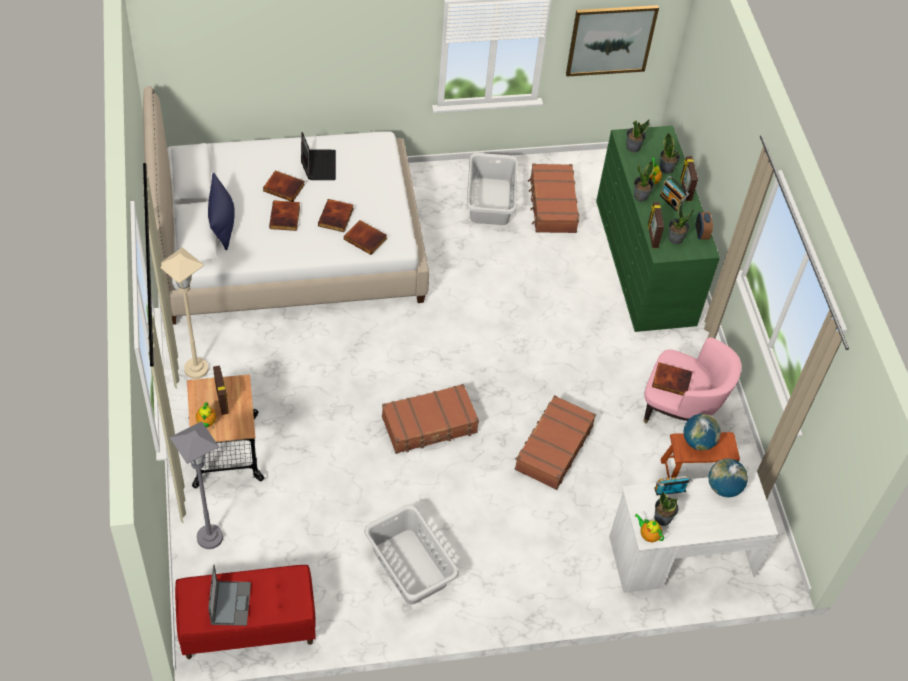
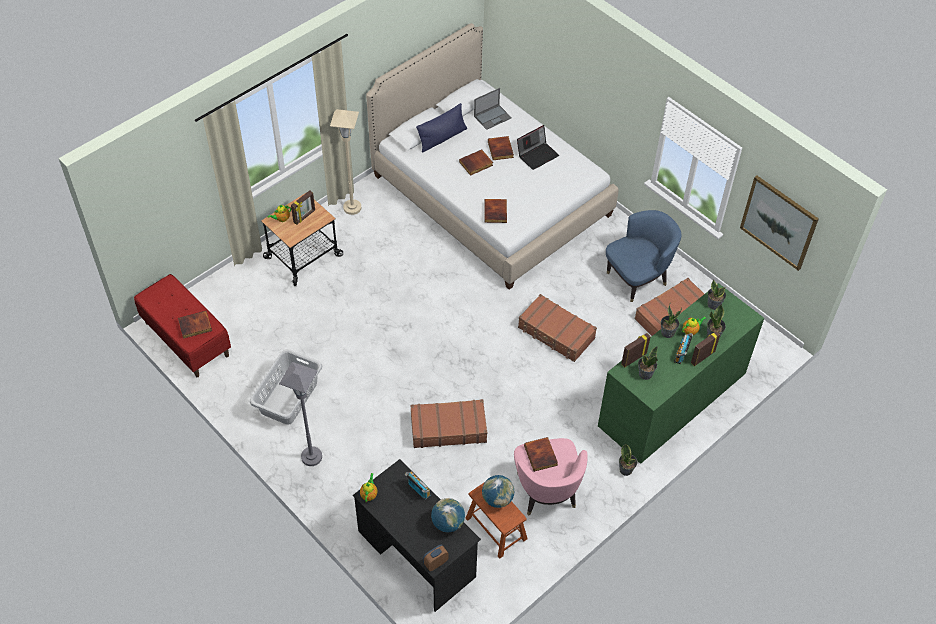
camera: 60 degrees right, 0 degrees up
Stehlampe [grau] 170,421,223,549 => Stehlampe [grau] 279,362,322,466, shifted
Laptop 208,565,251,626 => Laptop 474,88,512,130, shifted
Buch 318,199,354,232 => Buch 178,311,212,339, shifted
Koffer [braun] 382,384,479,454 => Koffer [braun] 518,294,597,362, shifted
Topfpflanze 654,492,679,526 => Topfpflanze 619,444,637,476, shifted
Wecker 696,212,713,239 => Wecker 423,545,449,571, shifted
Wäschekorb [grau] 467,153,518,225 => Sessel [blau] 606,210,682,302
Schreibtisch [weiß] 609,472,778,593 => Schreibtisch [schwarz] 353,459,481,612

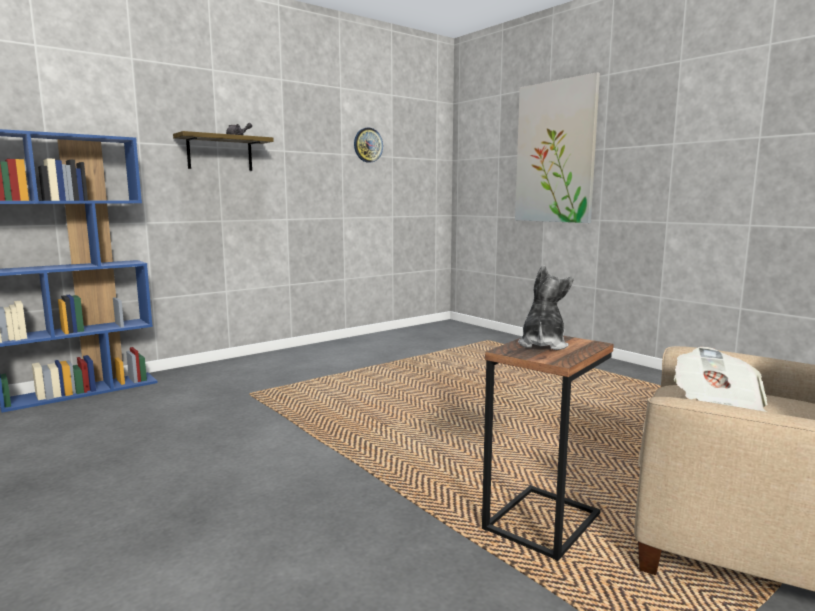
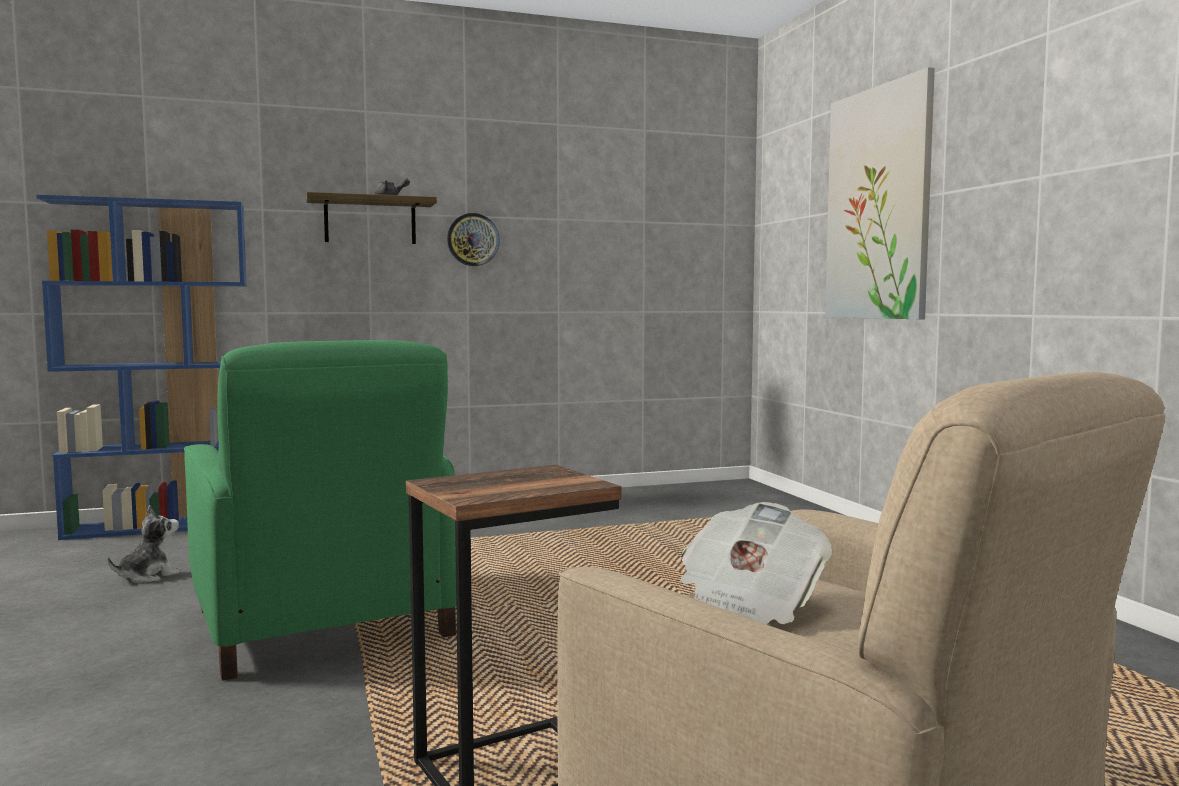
camera: 20 degrees right, 5 degrees down
nothing => Sessel [grün] 184,340,456,681
Wanduhr 354,128,383,163 => Wanduhr 447,213,500,266, shifted
Plüschtier 518,265,573,350 => Plüschtier 108,505,180,583, shifted

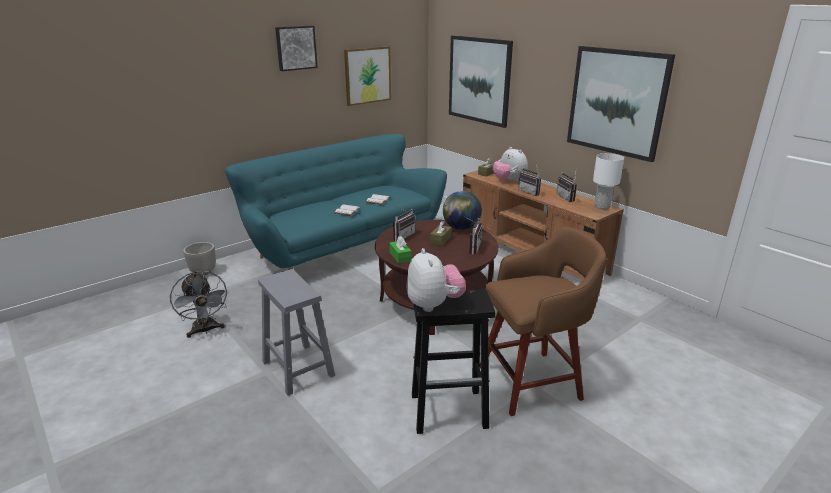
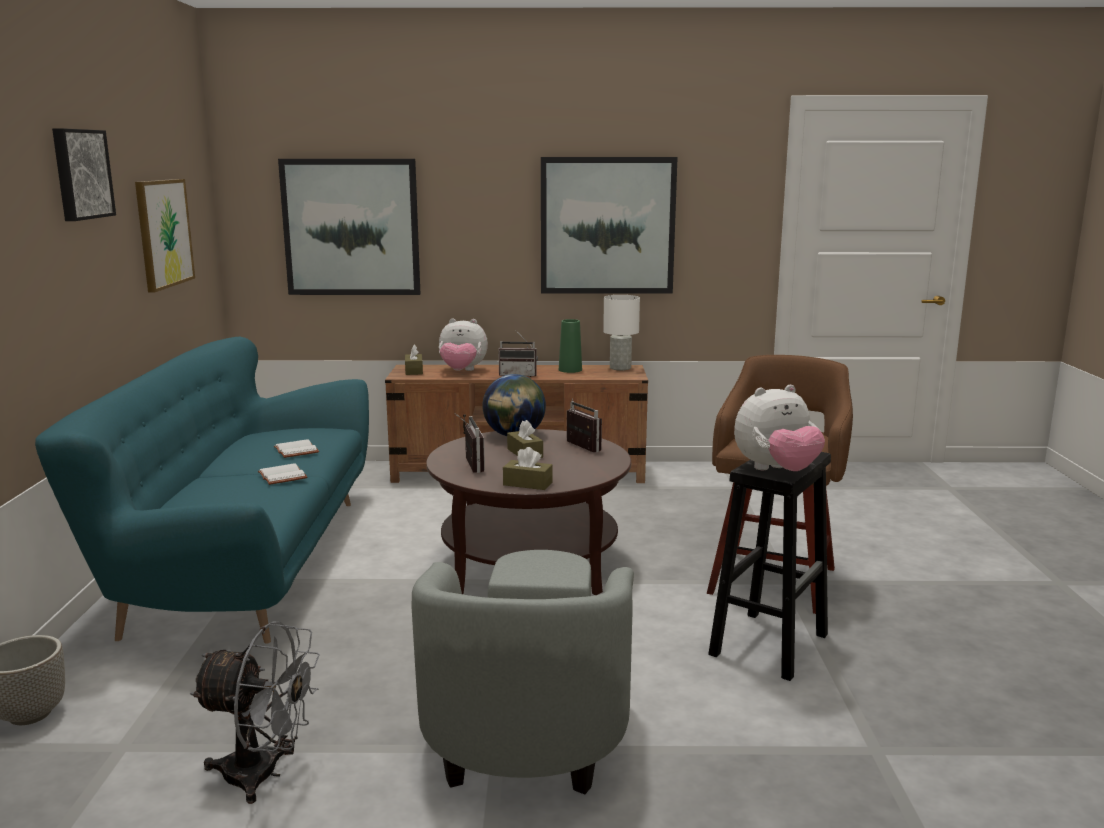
camera: 50 degrees left, 10 degrees down
Hocker [grau] 258,269,335,396 => Sessel [grau] 412,550,634,794
Radio 556,172,577,202 => Vase [grün] 559,319,582,373
Taschentuchbox [grün] 389,236,411,263 => Taschentuchbox [braun] 503,447,553,490
Plüschtier 406,248,466,312 => Plüschtier 734,385,825,471, 135 degrees clockwise

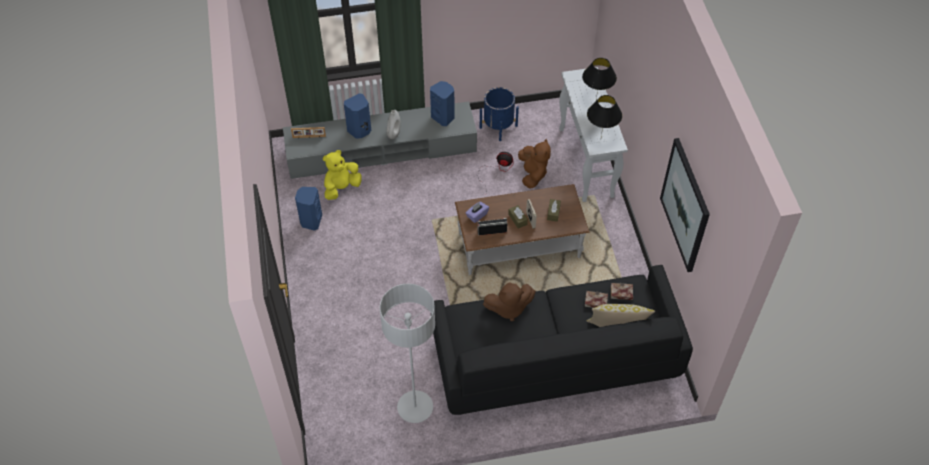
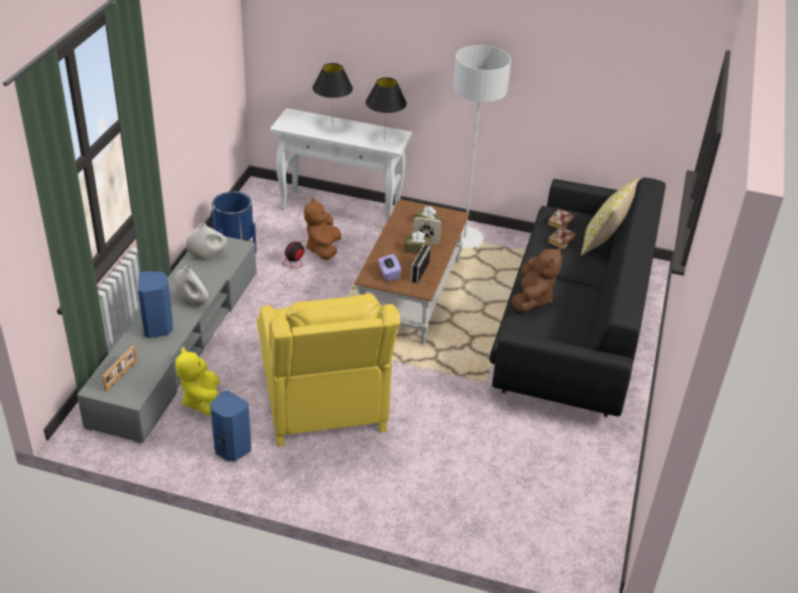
camera: 65 degrees left, 15 degrees down
Bild 660,138,710,272 => nothing
nothing => Sessel [gelb] 256,294,400,446
Stehlampe [grau] 380,284,435,423 => Stehlampe [grau] 453,45,511,248, shifted
Lautsprecher [blau] 430,81,455,126 => Vase [weiß] 186,223,227,261
Plüschtier [braun] 518,139,551,188 => Plüschtier [braun] 304,198,342,260, 105 degrees counterclockwise

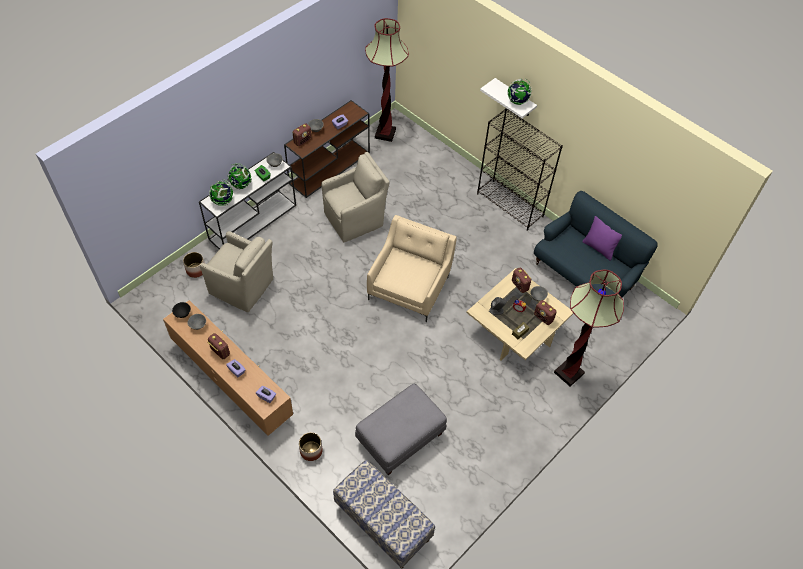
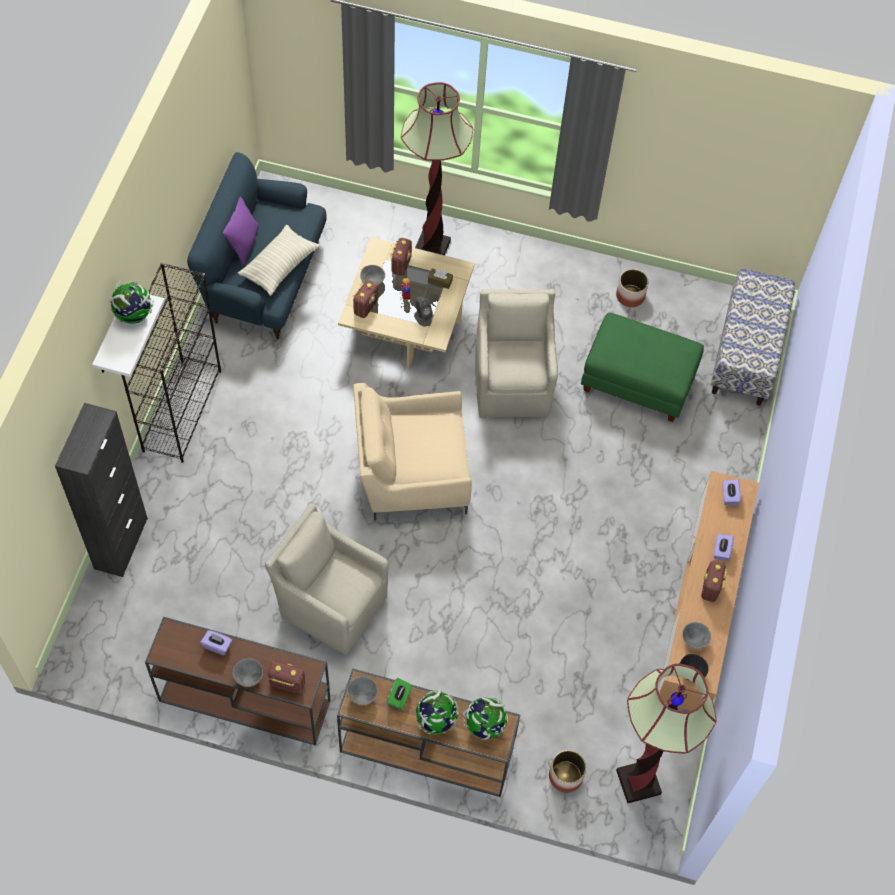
camera: 120 degrees left, 5 degrees up
nothing => Schrank [schwarz] 55,403,148,577
nothing => Kissen 238,225,320,296
Sessel [beige] 200,231,273,312 => Sessel [beige] 475,289,558,417, shifted
Pflanzkübel 299,432,323,461 => Pflanzkübel 616,269,649,307, shifted
Stehlampe 365,18,409,142 => Stehlampe 616,664,717,803, shifted
Konsolentisch [weiß] 199,152,296,249 => Konsolentisch [braun] 337,668,520,797
Polsterhocker [grau] 355,384,447,475 => Polsterhocker [grün] 581,313,704,422

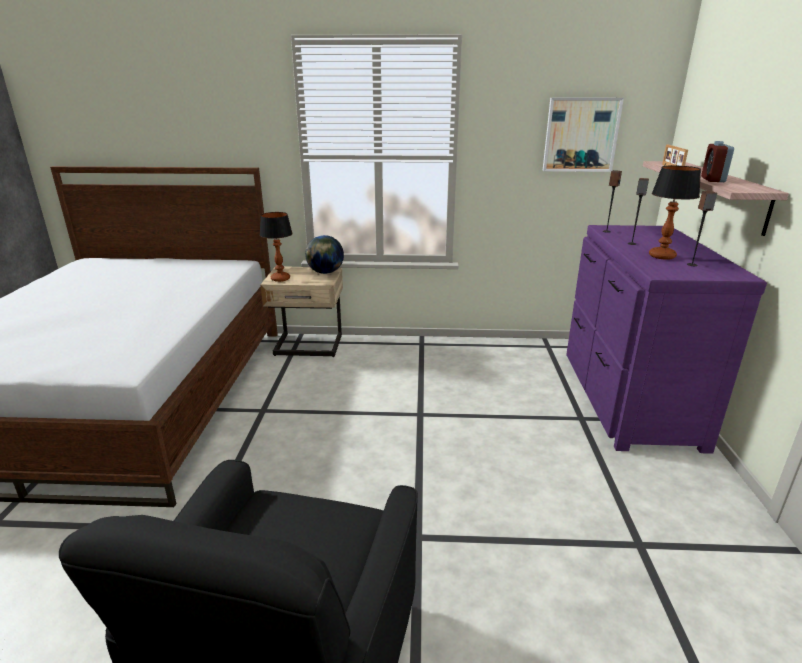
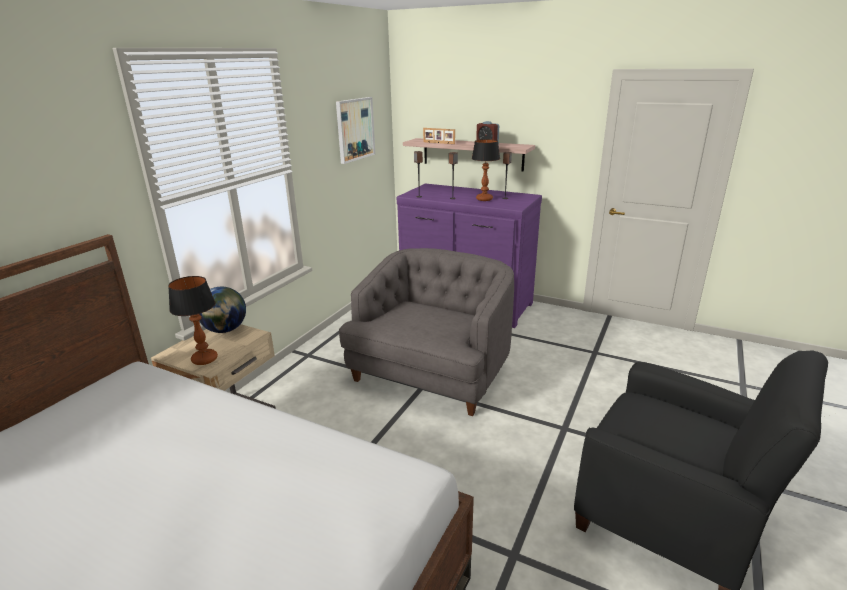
camera: 65 degrees left, 0 degrees up
nothing => Sessel [grau] 339,248,514,416

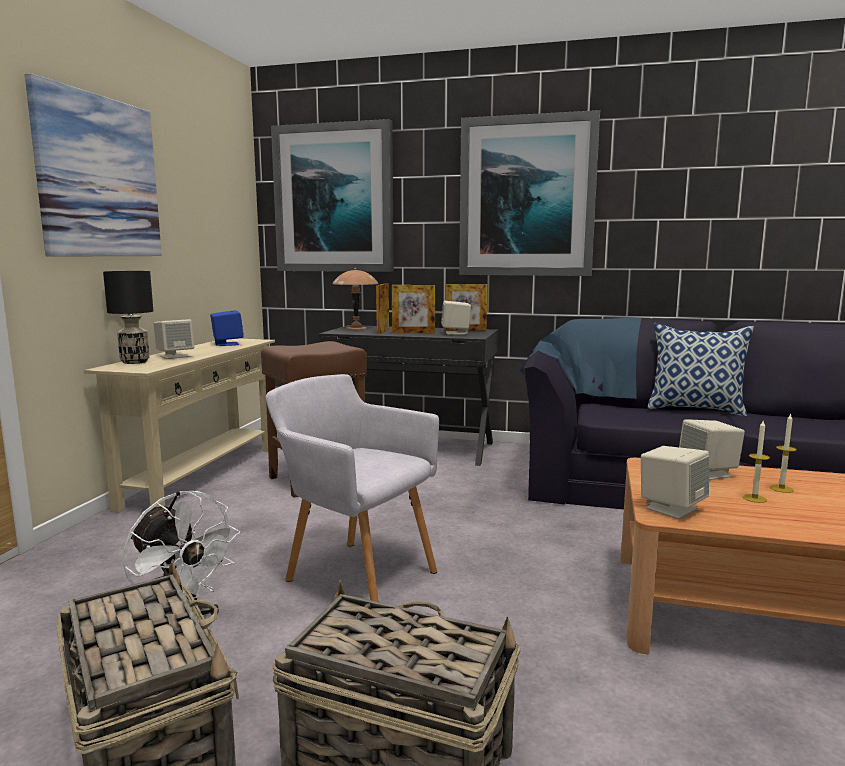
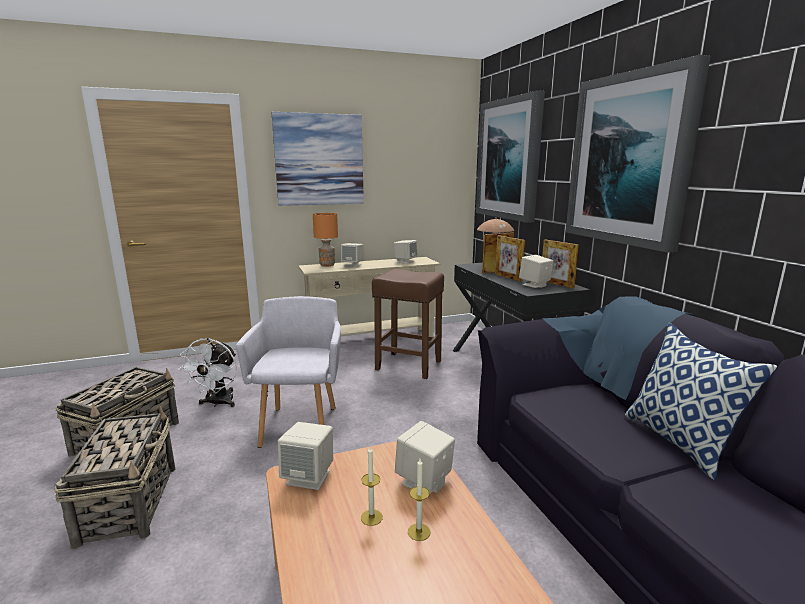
camera: 55 degrees right, 5 degrees up
Tischlampe [schwarz] 103,271,153,364 => Tischlampe [orange] 313,213,338,267
Lautsprecher [blau] 210,310,244,346 => Lautsprecher [beige] 394,240,417,264

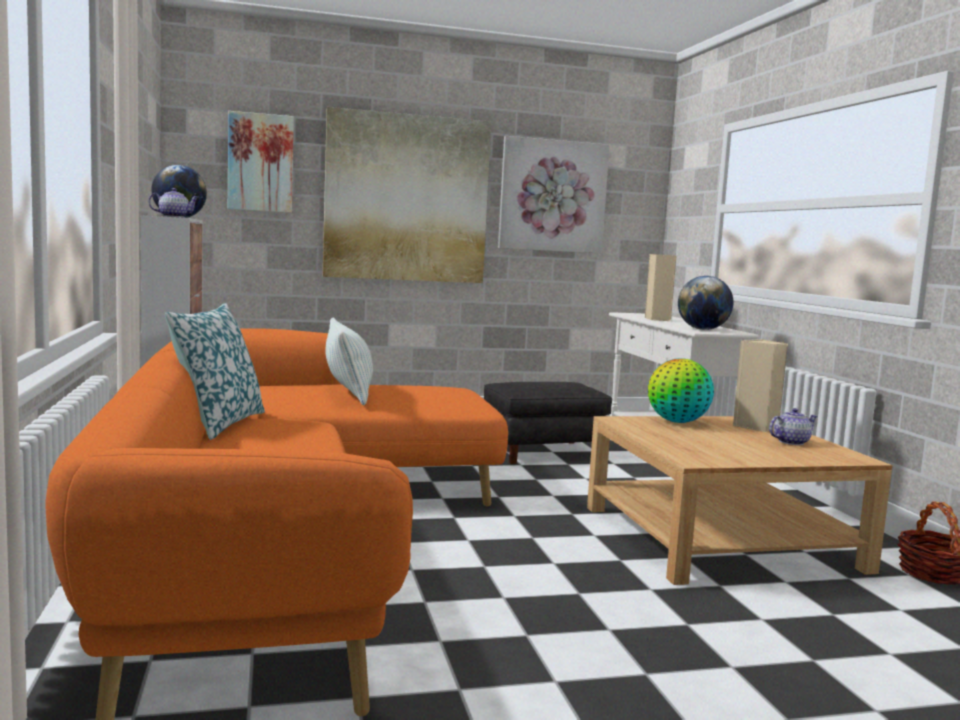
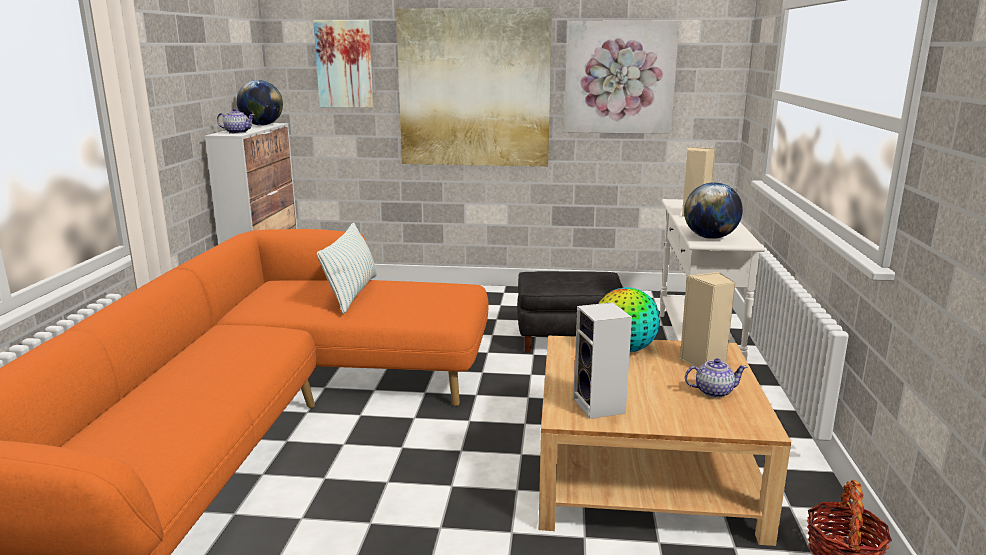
camera: 20 degrees right, 10 degrees up
Kissen 165,303,265,440 => nothing
nothing => Lautsprecher 573,302,632,419

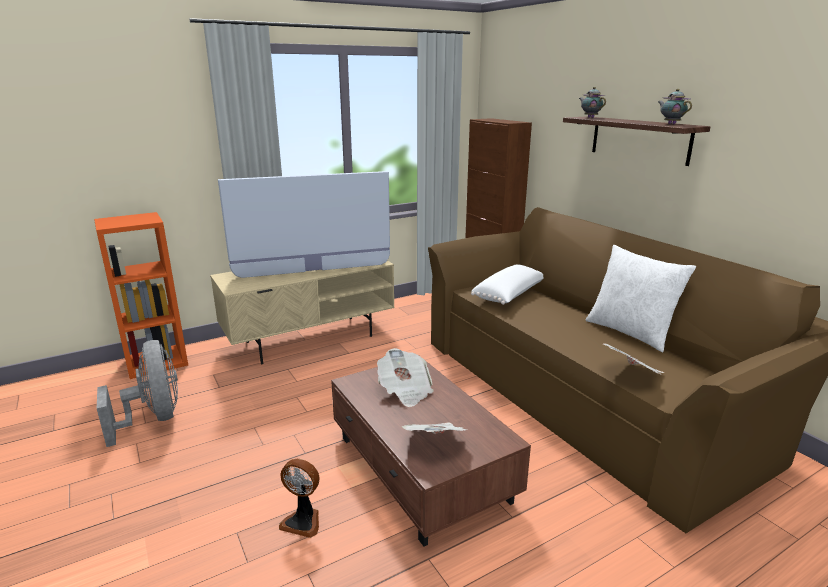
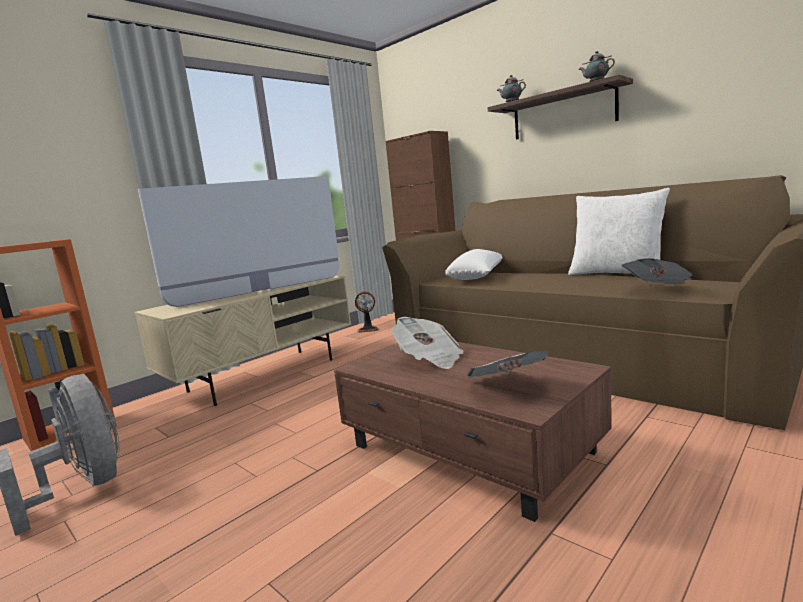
camera: 15 degrees left, 10 degrees down
Ventilator 279,459,320,538 => Ventilator 355,291,379,333, shifted

